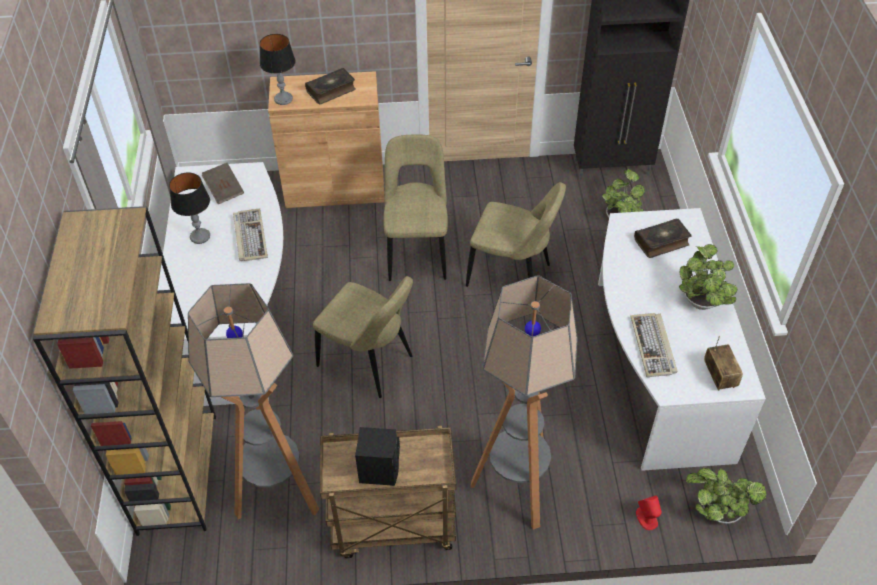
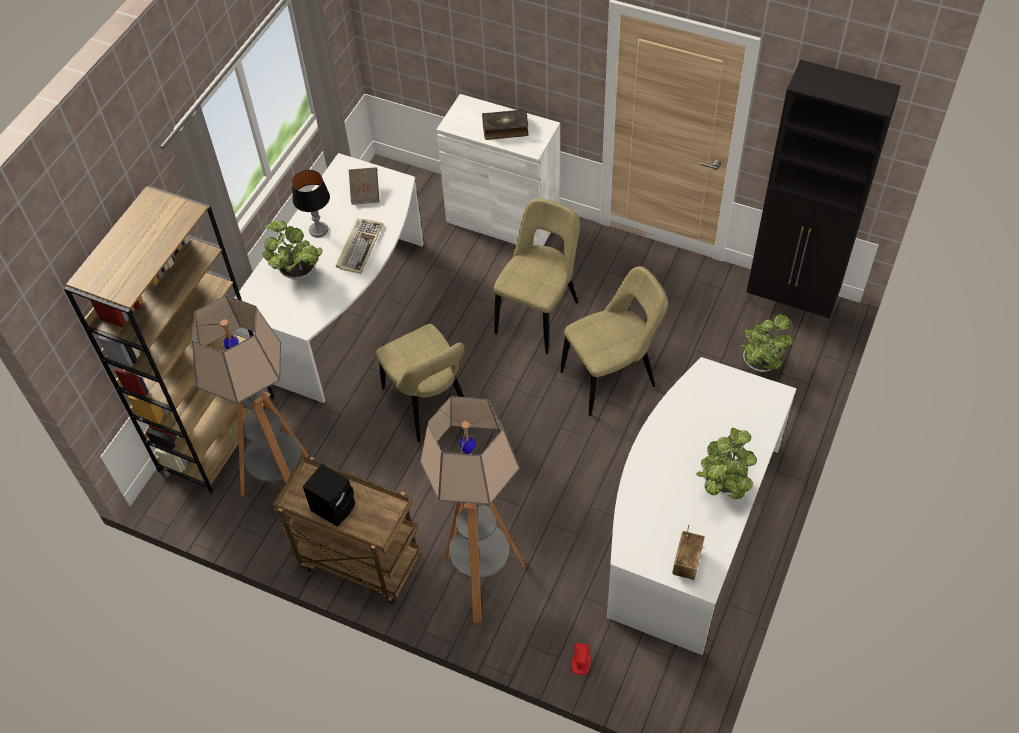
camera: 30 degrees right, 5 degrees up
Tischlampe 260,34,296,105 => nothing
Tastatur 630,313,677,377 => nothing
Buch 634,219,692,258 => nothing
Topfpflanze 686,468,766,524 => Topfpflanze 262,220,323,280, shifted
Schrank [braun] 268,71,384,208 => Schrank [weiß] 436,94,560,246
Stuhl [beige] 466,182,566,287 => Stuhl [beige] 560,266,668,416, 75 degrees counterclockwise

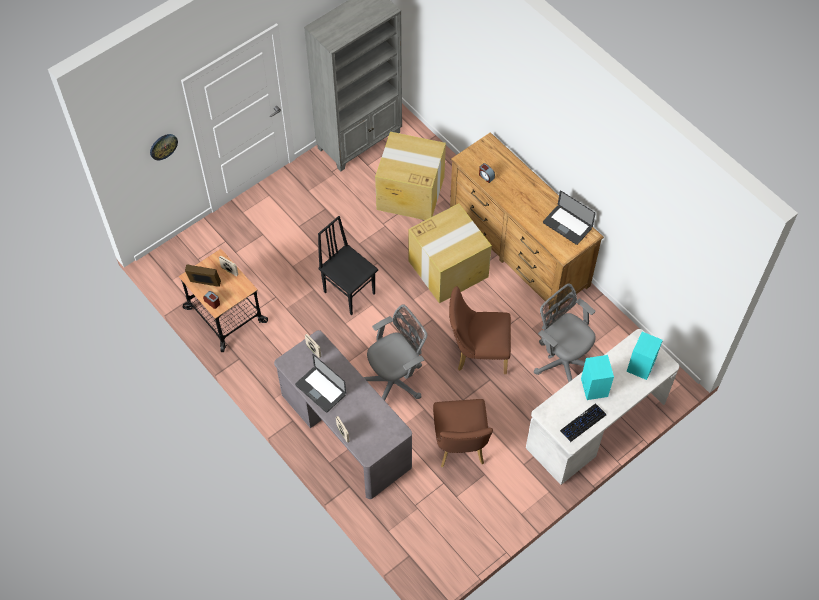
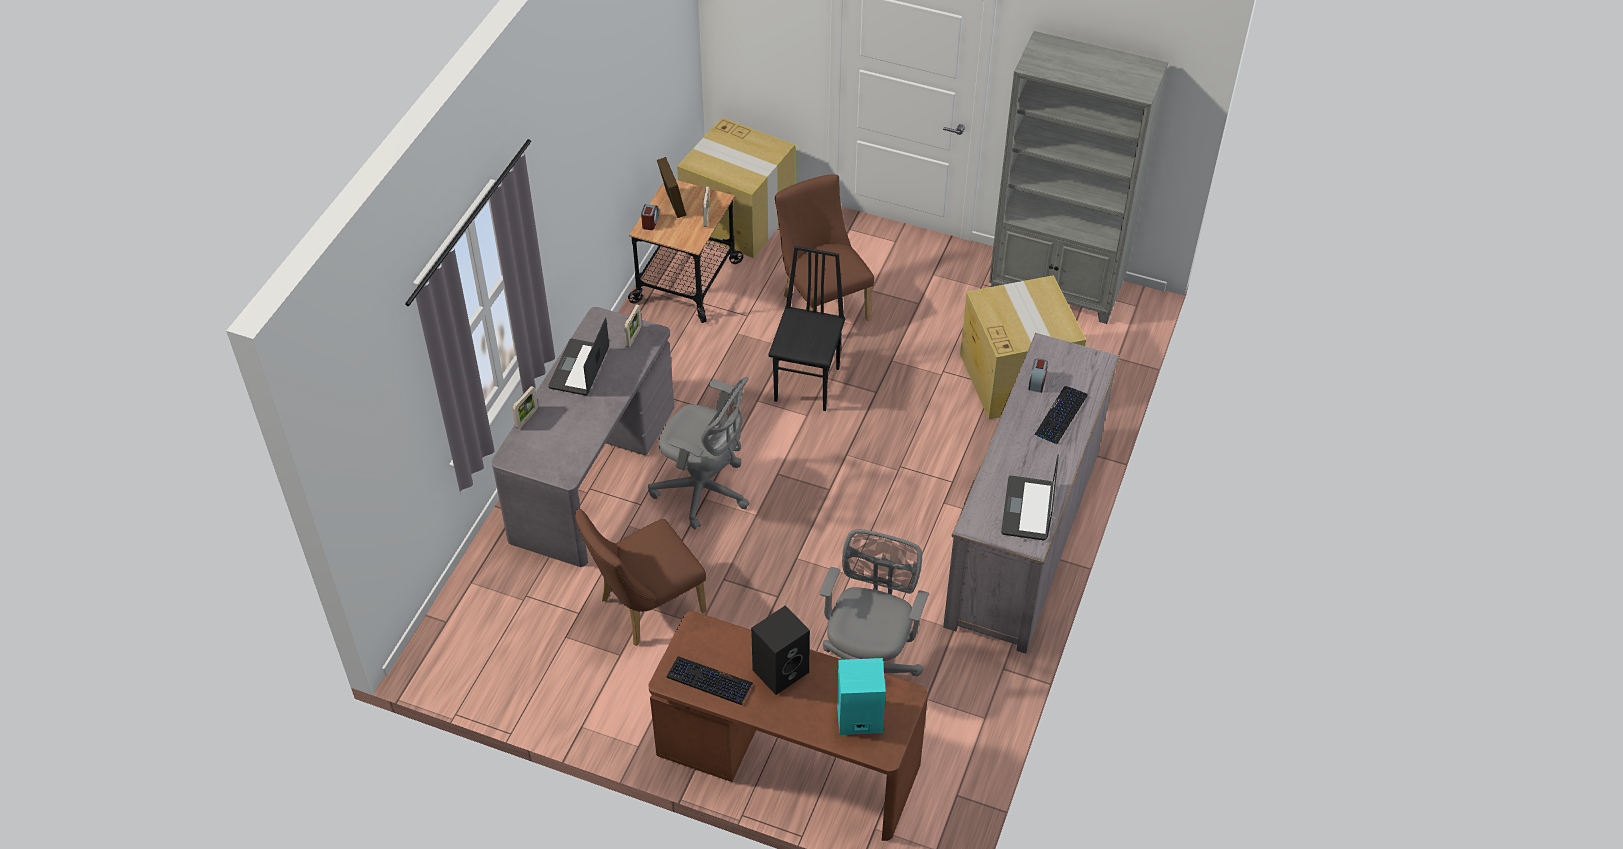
camera: 60 degrees right, 10 degrees down
Wanduhr 150,134,178,160 => nothing
nothing => Tastatur 1034,386,1088,445
Karton 409,203,492,303 => Karton 677,117,795,258, shifted
Stuhl [braun] 449,286,511,374 => Stuhl [braun] 775,175,874,321, shifted
Kommode [braun] 450,132,604,313 => Kommode [grau] 943,333,1120,654
Schreibtisch [weiß] 526,329,679,485 => Schreibtisch [braun] 649,611,928,841
Lautsprecher [türkis] 581,355,614,400 => Lautsprecher [schwarz] 751,605,810,695

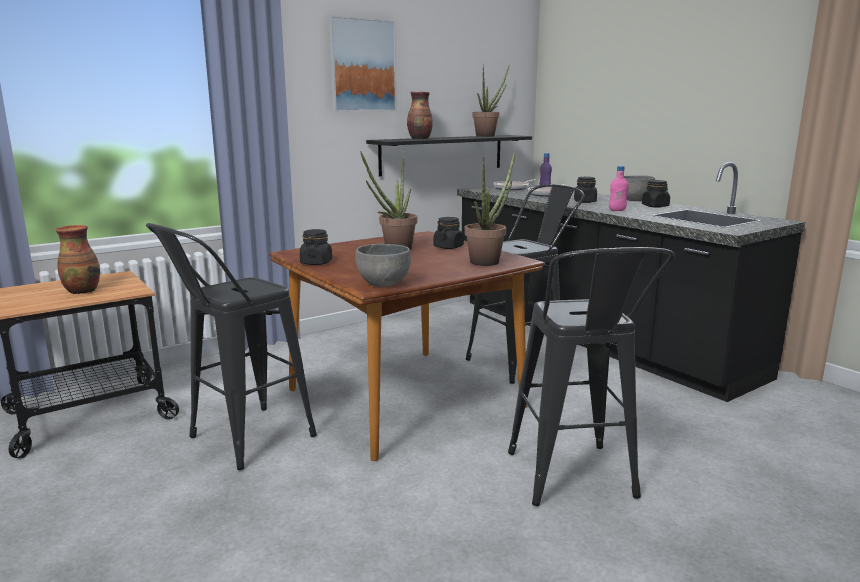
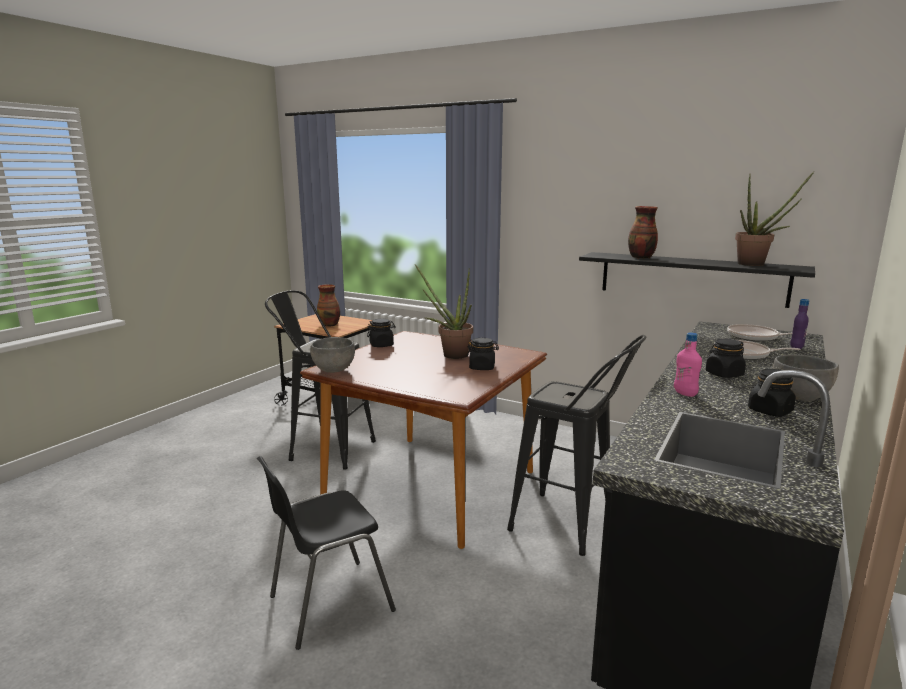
camera: 65 degrees right, 0 degrees up
Bild 328,15,397,112 => nothing
Topfpflanze 464,151,515,266 => nothing
Hocker [schwarz] 508,247,675,506 => Stuhl [schwarz] 257,456,396,650

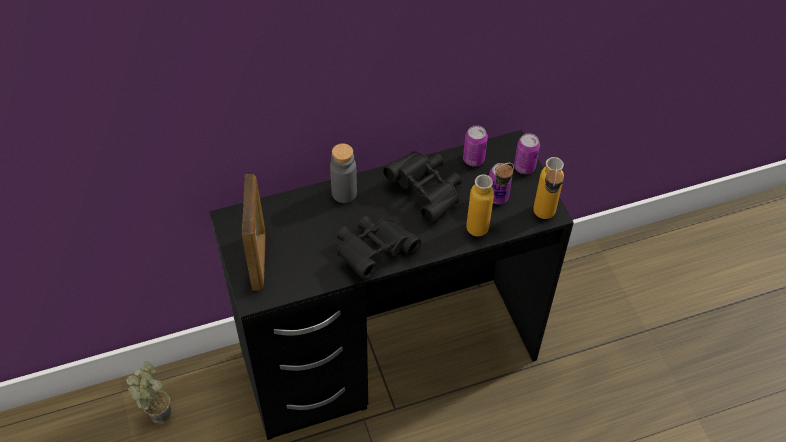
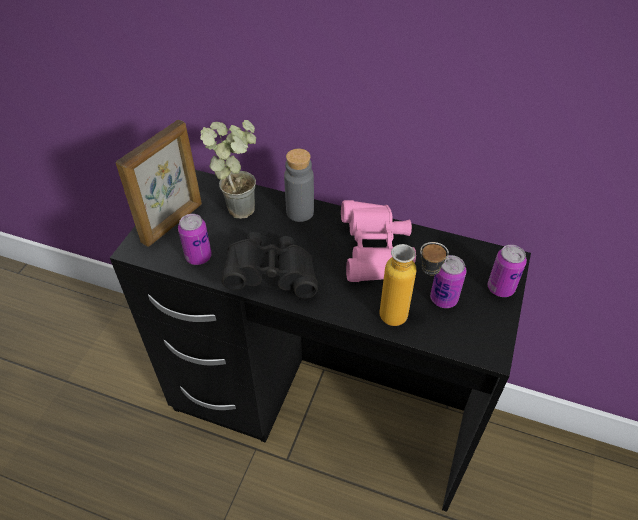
camera: 40 degrees right, 5 degrees down
Flasche 533,157,564,219 => nothing
Topfpflanze 126,361,171,424 => Topfpflanze 200,120,256,219, shifted
Dose 463,126,488,166 => Dose 178,214,212,265, shifted
Fernglas [schwarz] 383,151,462,223 => Fernglas [rosa] 341,200,416,282

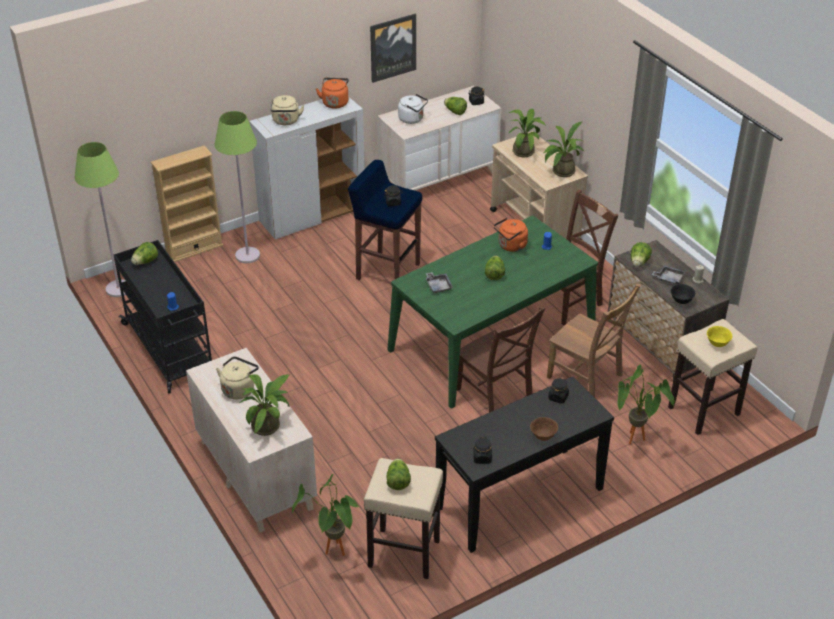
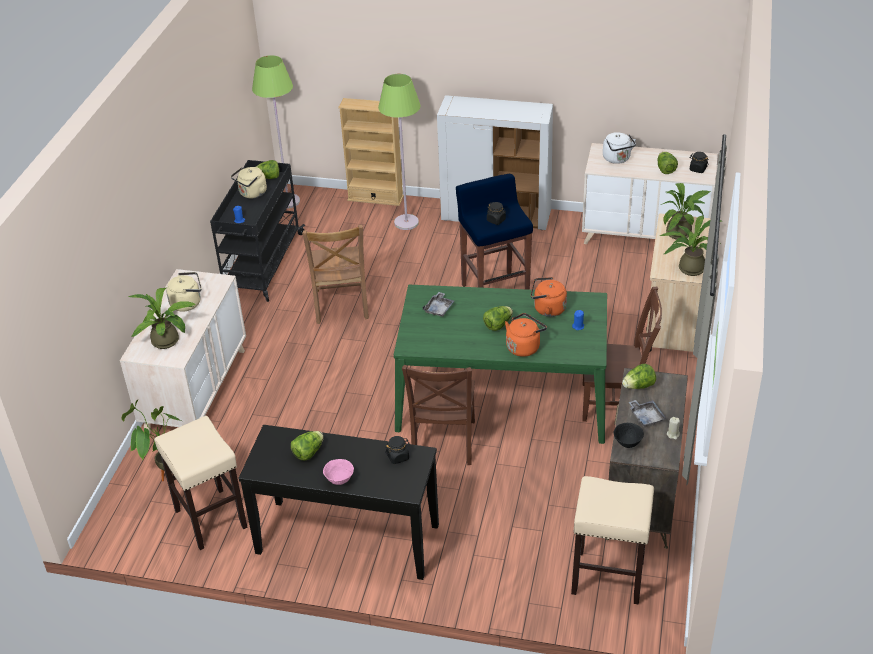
camera: 45 degrees right, 0 degrees up
Bild 370,14,416,83 => nothing
Vorratsglas [schwarz] 474,437,492,464 => nothing
Topfpflanze 617,365,675,445 => nothing
Schüssel [gelb] 707,326,732,347 => nothing
Wasserkessel [beige] 271,95,304,125 => Wasserkessel [beige] 231,167,267,199, shifted
Wasserkessel [orange] 316,78,349,109 => Wasserkessel [orange] 505,313,547,357, shifted
Salatkopf 387,458,411,490 => Salatkopf 291,431,324,461, shifted
Stuhl [braun] 547,284,641,398 => Stuhl [braun] 302,225,369,324, shifted
Schüssel [braun] 530,417,558,441 => Schüssel [rosa] 323,459,354,485

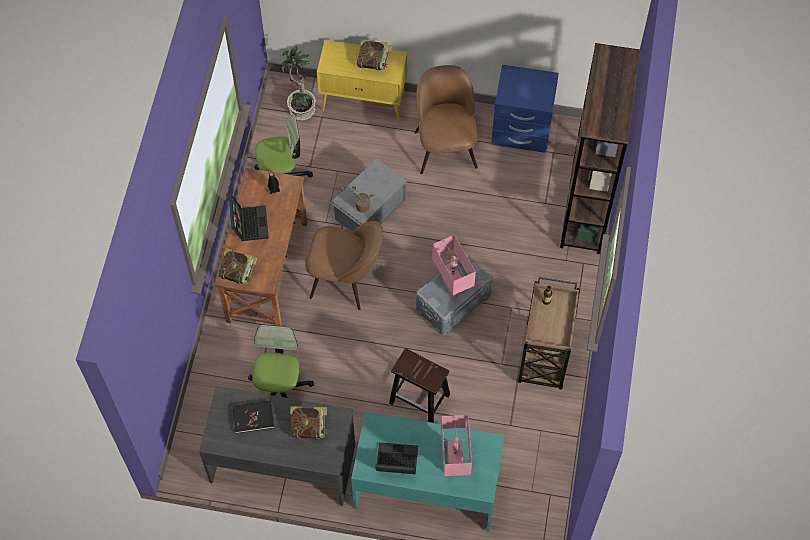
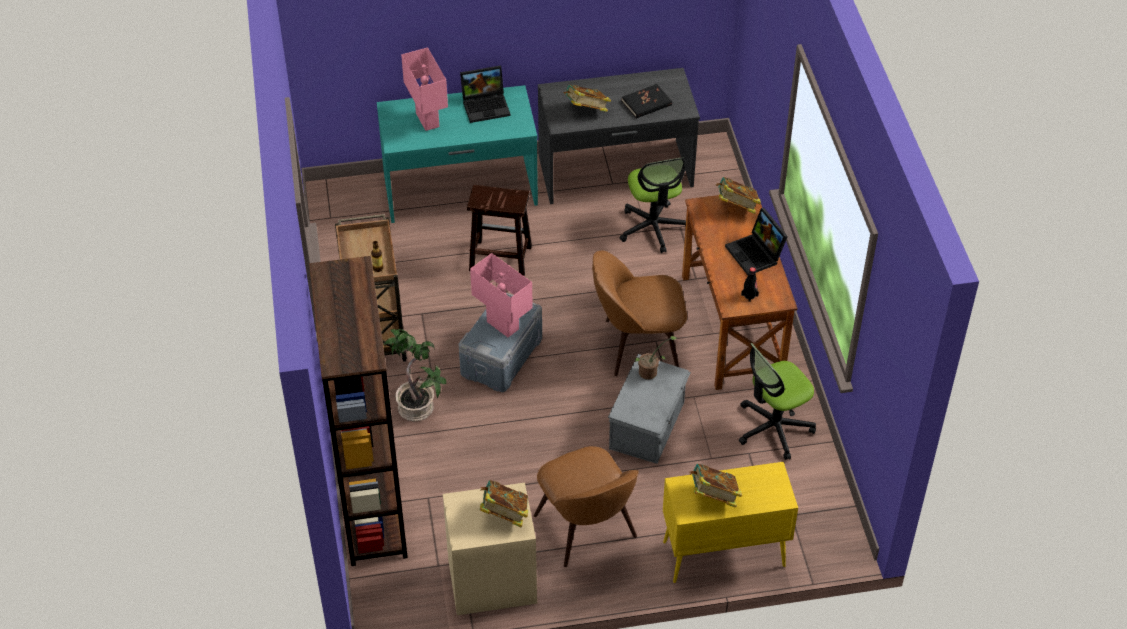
camera: 160 degrees right, 15 degrees down
nothing => Buch 480,480,528,527
Topfpflanze 280,46,316,120 => Topfpflanze 383,329,446,421, shifted
Nachttisch [blau] 491,65,559,153 => Nachttisch [beige] 443,483,537,615

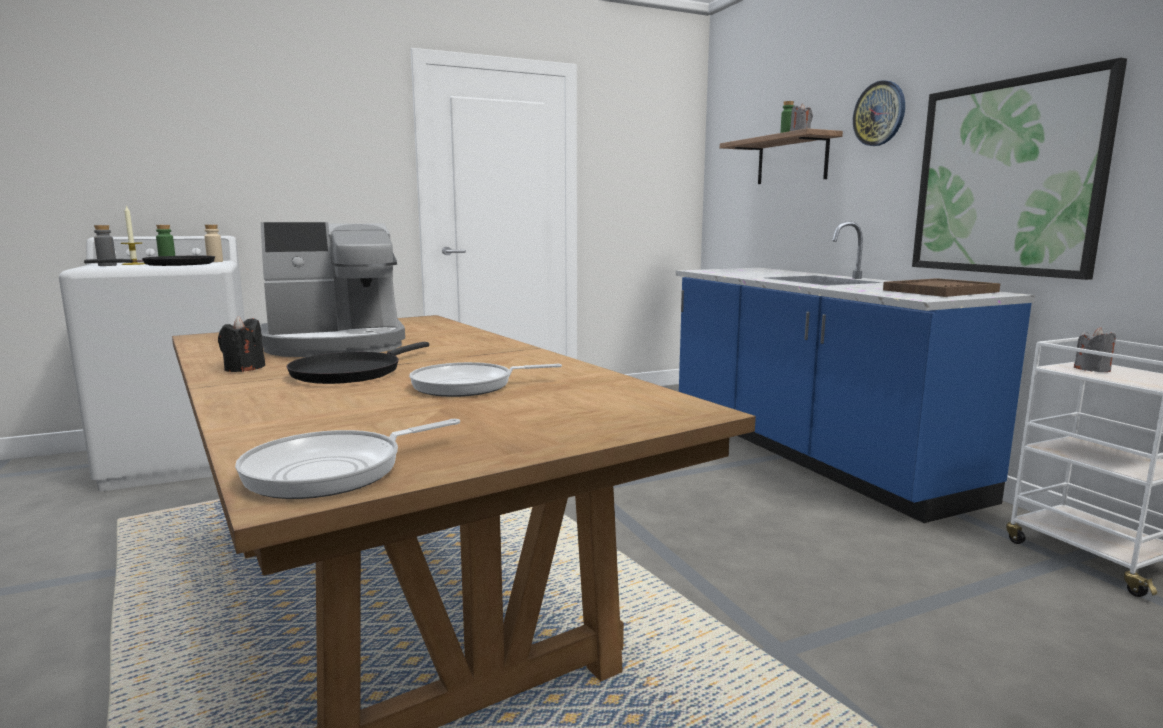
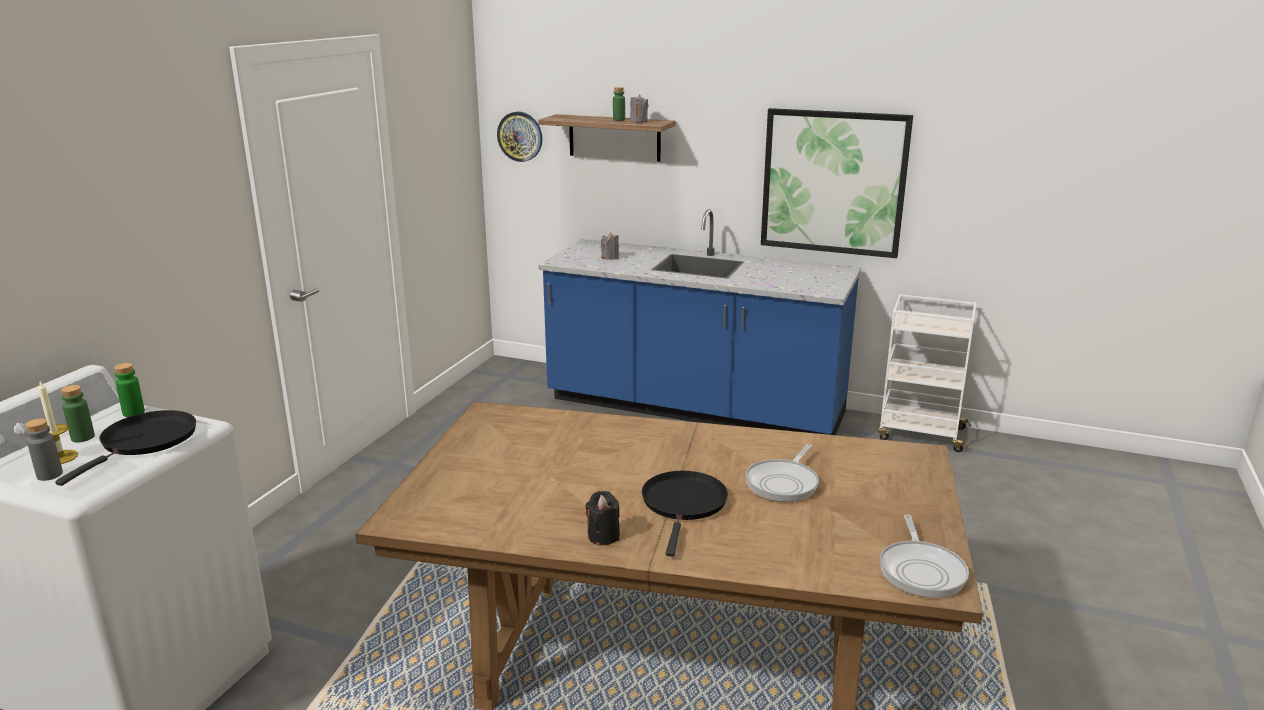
camera: 45 degrees left, 10 degrees up
Kaffeemaschine 260,222,405,357 => nothing
Tablett [braun] 883,278,1000,297 => nothing
Wanduhr 853,80,905,146 => Wanduhr 497,112,542,162, shifted
Kerze [grau] 1074,327,1116,372 => Kerze [grau] 601,233,619,260, shifted
Flasche [beige] 204,225,223,262 => Flasche [grün] 114,363,145,417
Pfanne [schwarz] 287,342,429,384 => Pfanne [schwarz] 642,471,728,556, 150 degrees counterclockwise

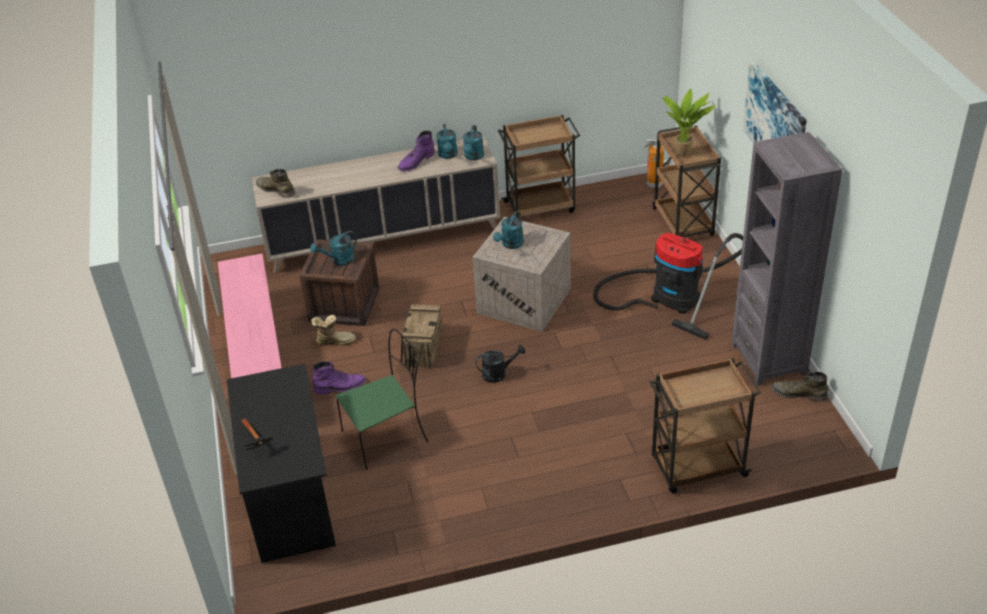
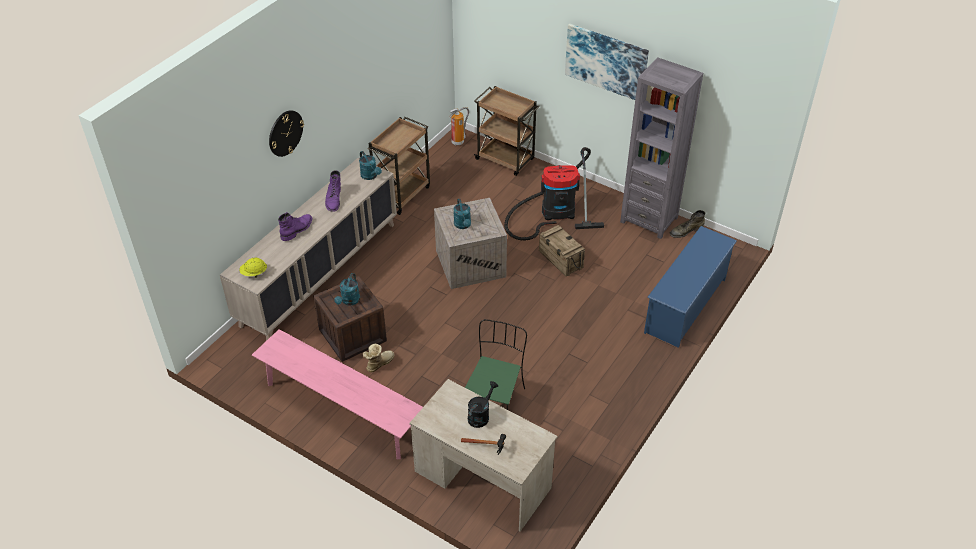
camera: 45 degrees left, 5 degrees up
Gießkanne [türkis] 436,124,458,159 => nothing
Topfpflanze 662,88,715,156 => nothing
nothing => Wanduhr 269,110,304,157
Stiefel [lila] 312,361,366,394 => Stiefel [lila] 278,212,312,241, shifted
Kiste 400,304,443,369 => Kiste 539,225,585,276, shifted
Gießkanne [schwarz] 475,345,525,383 => Gießkanne [schwarz] 468,381,498,428, shifted
Stiefel [grün] 256,169,295,198 => Schutzhelm [gelb] 239,258,267,278
Rollwagen [braun] 650,358,761,494 => Schuhregal [blau] 644,226,737,348
Schreibtisch [schwarz] 227,364,336,563 => Schreibtisch [beige] 409,379,558,532

